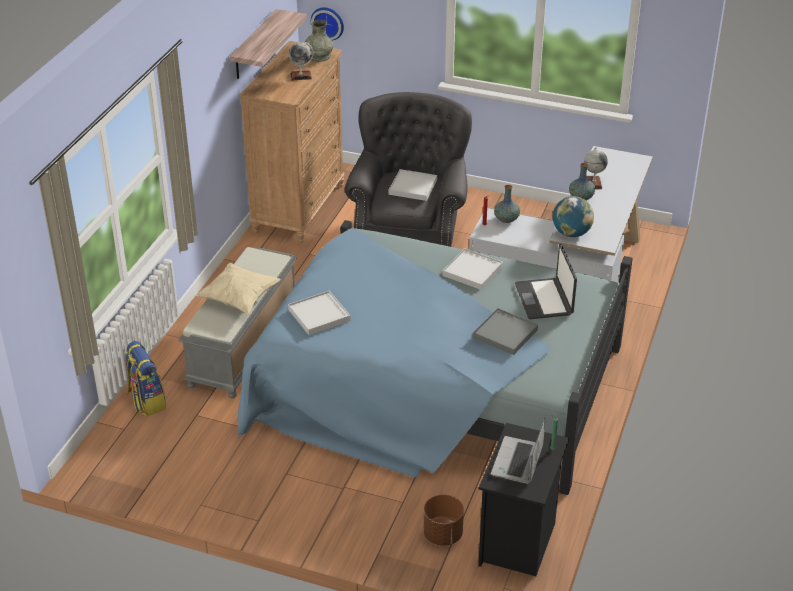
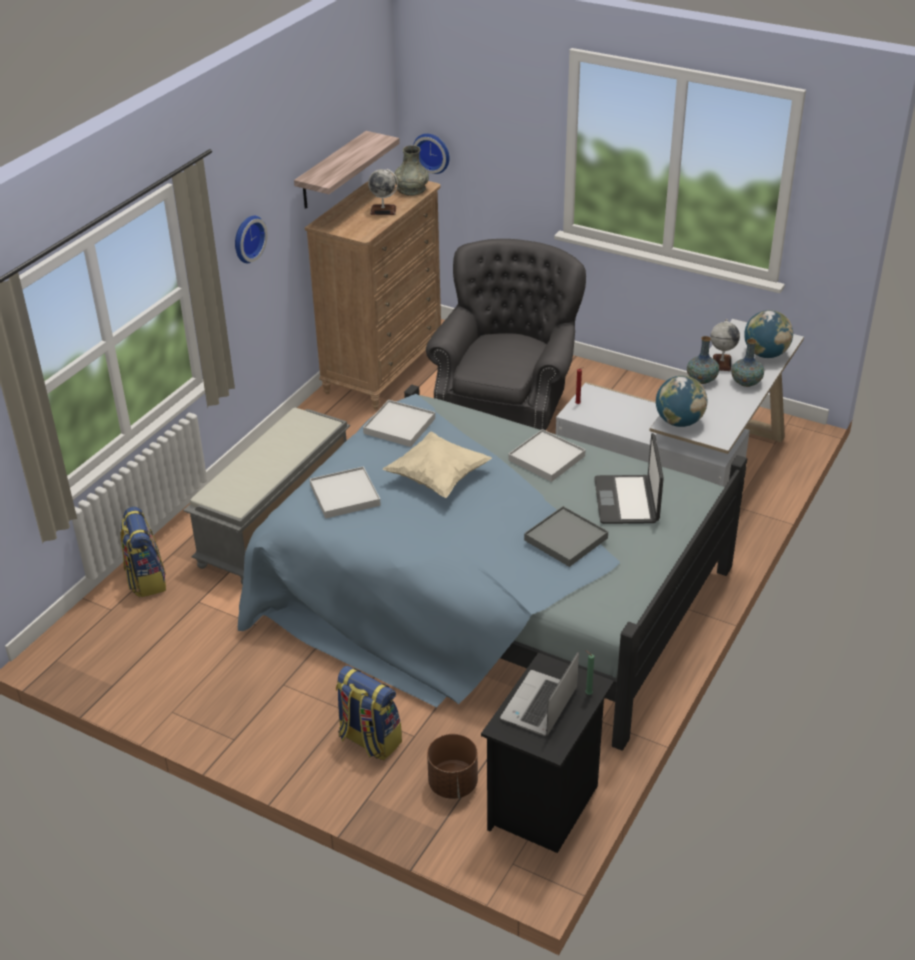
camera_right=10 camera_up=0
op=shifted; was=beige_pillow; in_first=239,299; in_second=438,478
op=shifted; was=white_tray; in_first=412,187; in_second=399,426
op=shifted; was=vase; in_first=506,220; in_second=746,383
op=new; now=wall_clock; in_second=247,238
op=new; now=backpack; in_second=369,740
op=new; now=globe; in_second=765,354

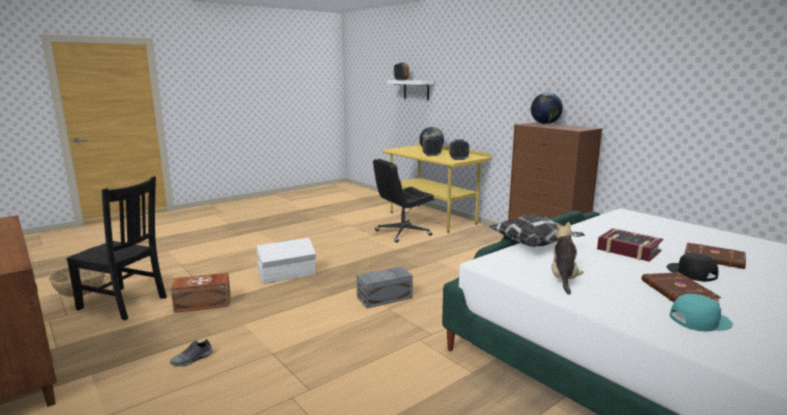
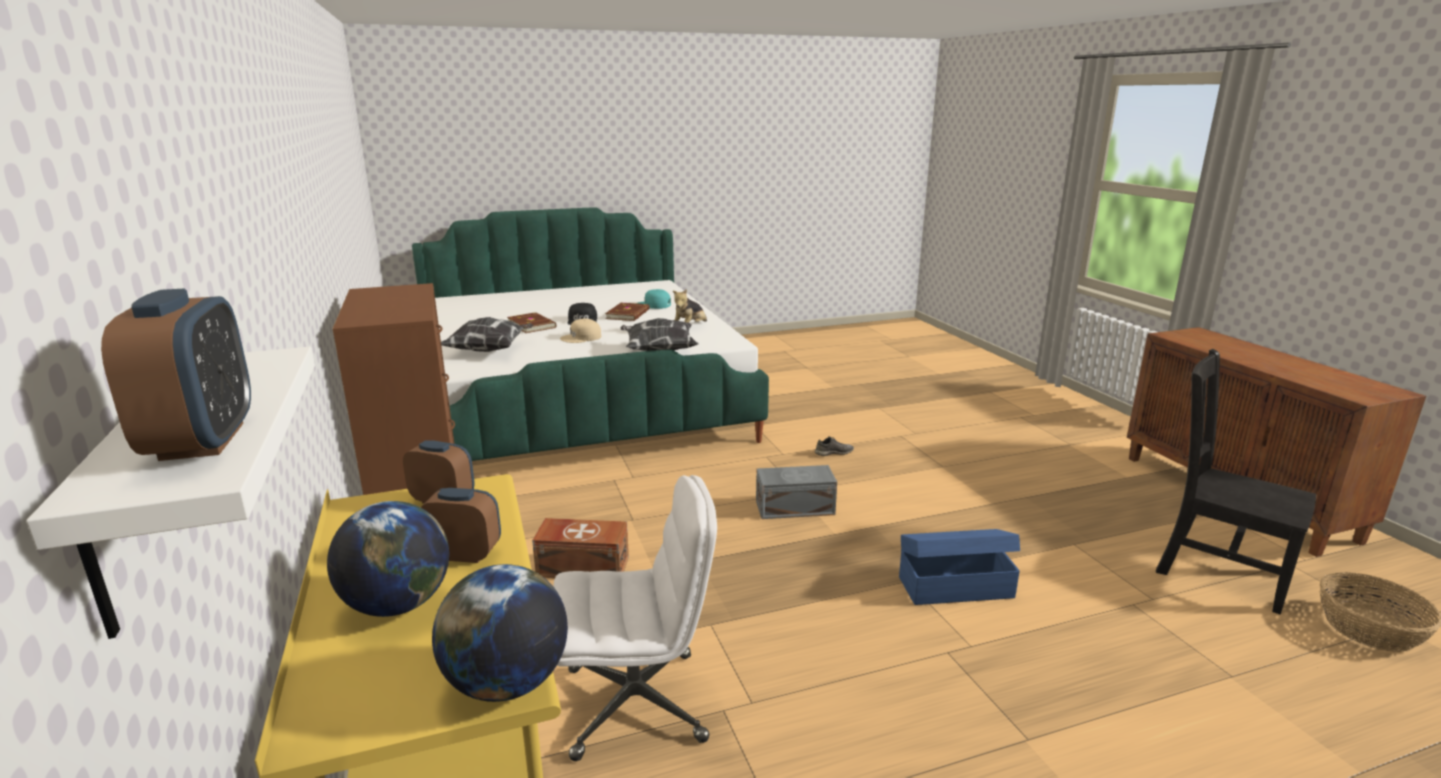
camera_right=-160 camera_up=5
op=shifted; was=grey_shoe; in_first=192,360; in_second=833,453
op=shifted; was=brown_storage_box; in_first=204,304; in_second=582,566
op=repainted; was=white_storage_box; now=blue_storage_box; in_first=287,275; in_second=954,586
op=repainted; was=black_office_chair; now=white_office_chair; in_first=402,233; in_second=637,703
op=shifted; was=globe; in_first=545,124; in_second=507,683
op=swapped; was=book; now=beige_cap; in_first=628,250; in_second=581,338
op=new; now=pillow; in_second=490,350

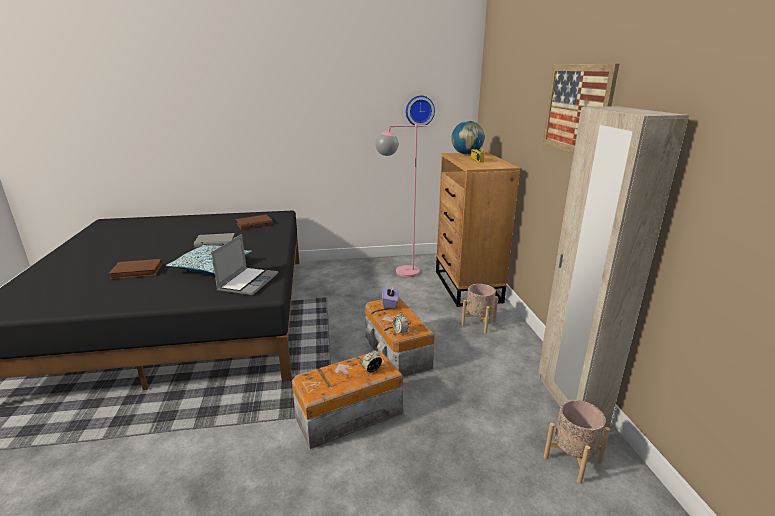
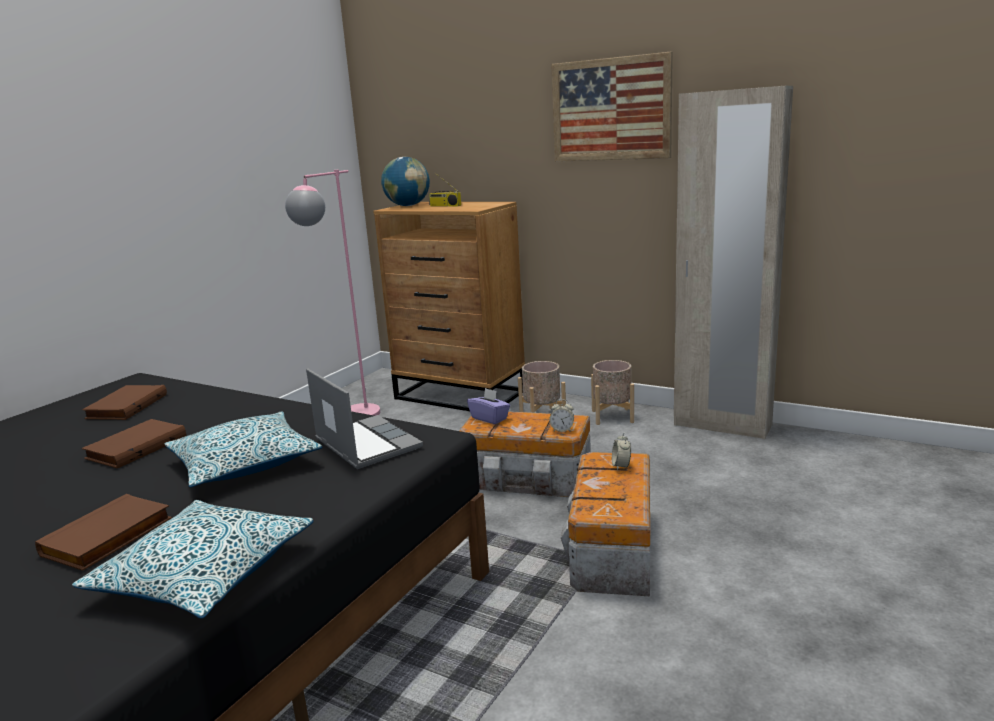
camera_right=-50 camera_up=-5
op=repainted; was=grey_book; now=brown_book; in_first=215,242; in_second=136,447
op=gone; was=wall_clock; in_first=419,111
op=shifted; was=beige_planter; in_first=572,459; in_second=612,416
op=new; now=pillow; in_second=204,574

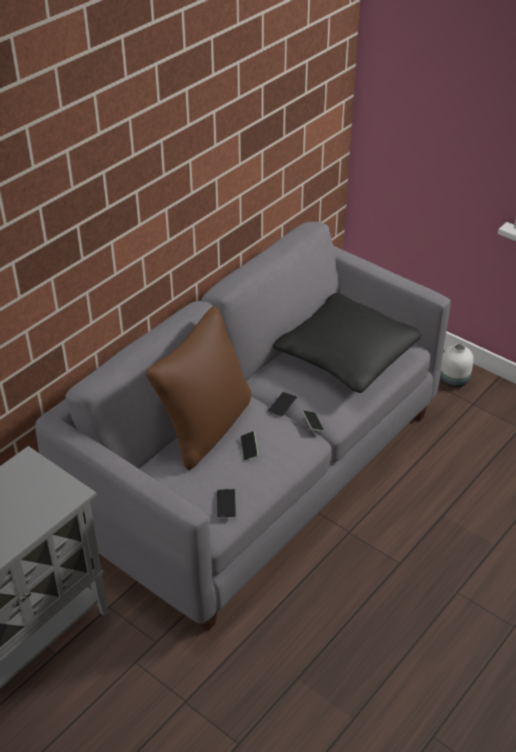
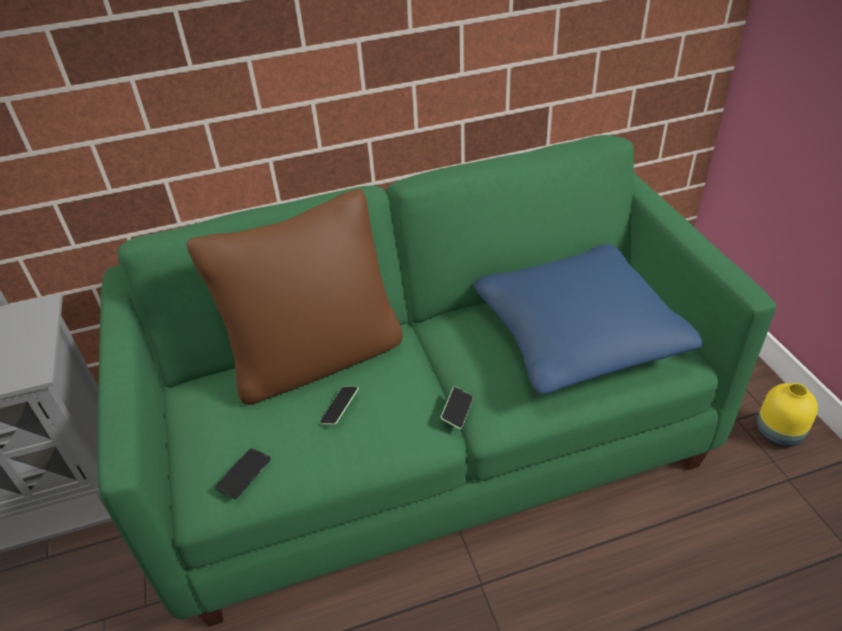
camera_right=35 camera_up=0
op=repainted; was=grey_sofa; now=green_sofa; in_first=258,471; in_second=430,442
op=gone; was=phone; in_first=282,404
op=repainted; was=black_pillow; now=blue_pillow; in_first=346,356; in_second=577,336
op=repainted; was=white_vase; now=yellow_vase; in_first=454,380; in_second=779,433

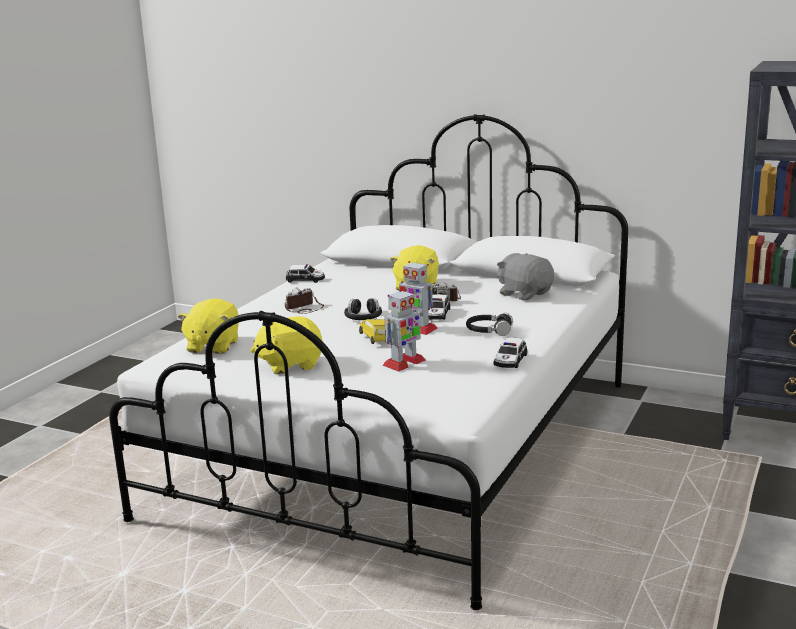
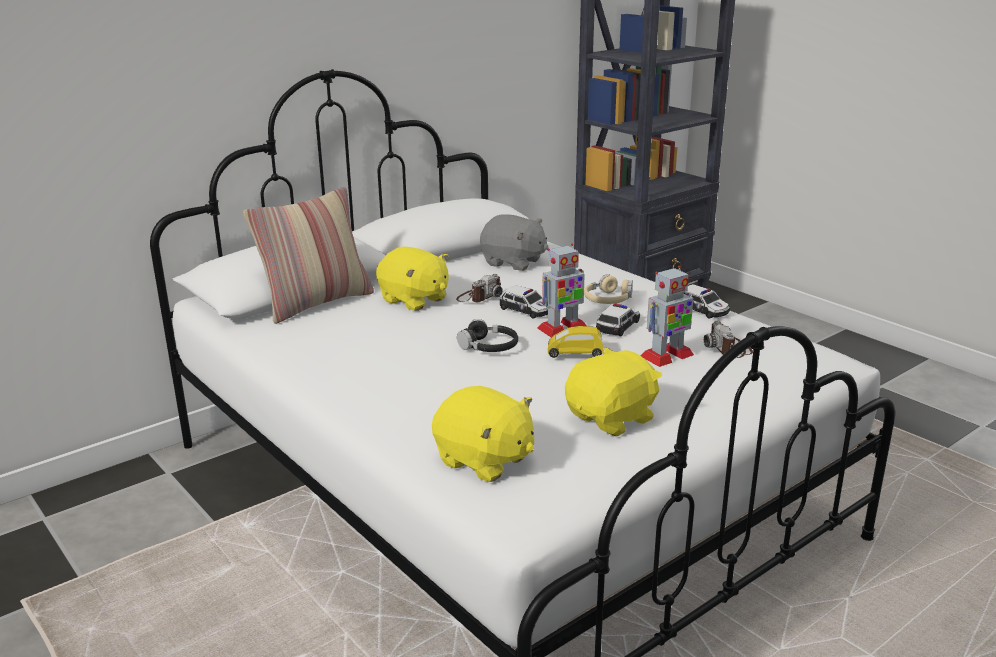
camera_right=-65 camera_up=5
op=rotated; was=yellow_plush_toy; in_first=290,364; in_second=612,418; clockwise=-135
op=shifted; was=photo_camera; in_first=304,308; in_second=729,348
op=shifted; was=toy_car; in_first=305,280; in_second=618,326
op=rotated; was=toy_robot; in_first=404,363; in_second=666,356; clockwise=75
op=repainted; was=black_headphones; now=beige_headphones; in_first=489,331; in_second=608,299
op=rotated; was=grey_plush_toy; in_first=524,294; in_second=513,262; clockwise=-135
op=new; now=pillow; in_second=316,303

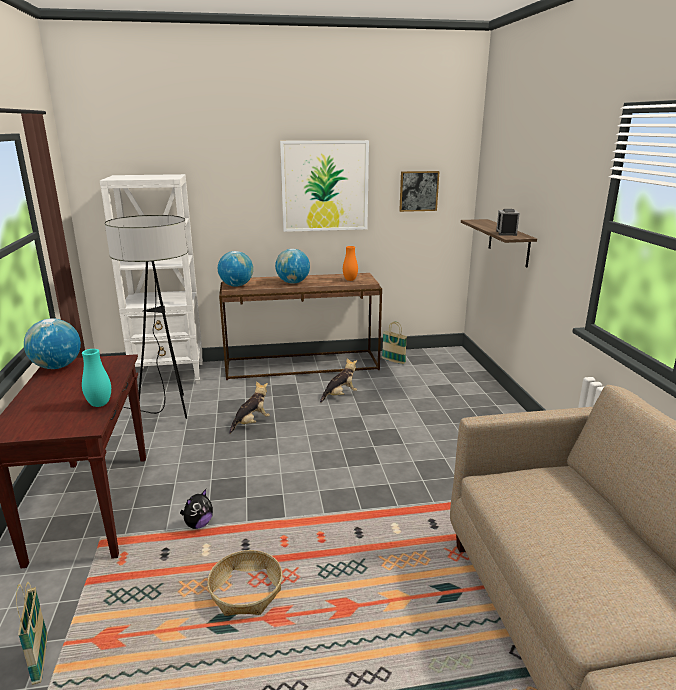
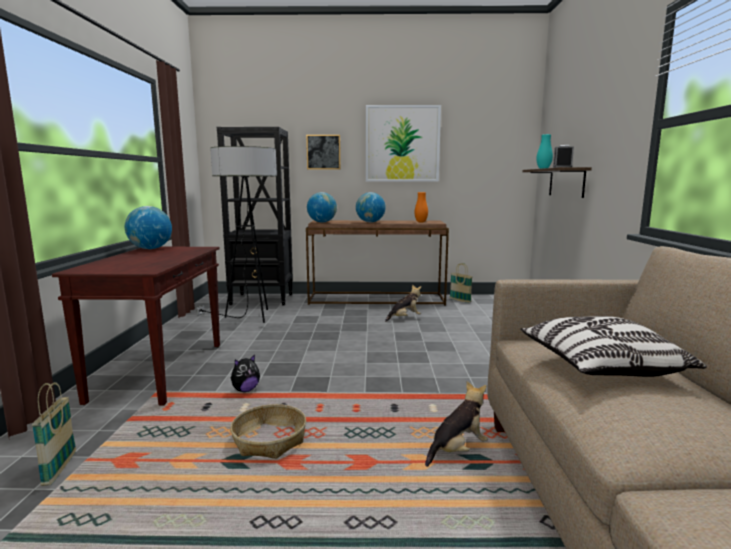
camera_right=10 camera_up=-10
op=shifted; was=turquoise_vase; in_first=99,404; in_second=543,168
op=repainted; was=white_bookcase; now=black_bookcase; in_first=170,375; in_second=262,299
op=shifted; was=plush_toy; in_first=251,423; in_second=457,450
op=shifted; was=picture; in_first=418,191; in_second=323,152
op=new; now=pillow; in_second=600,367

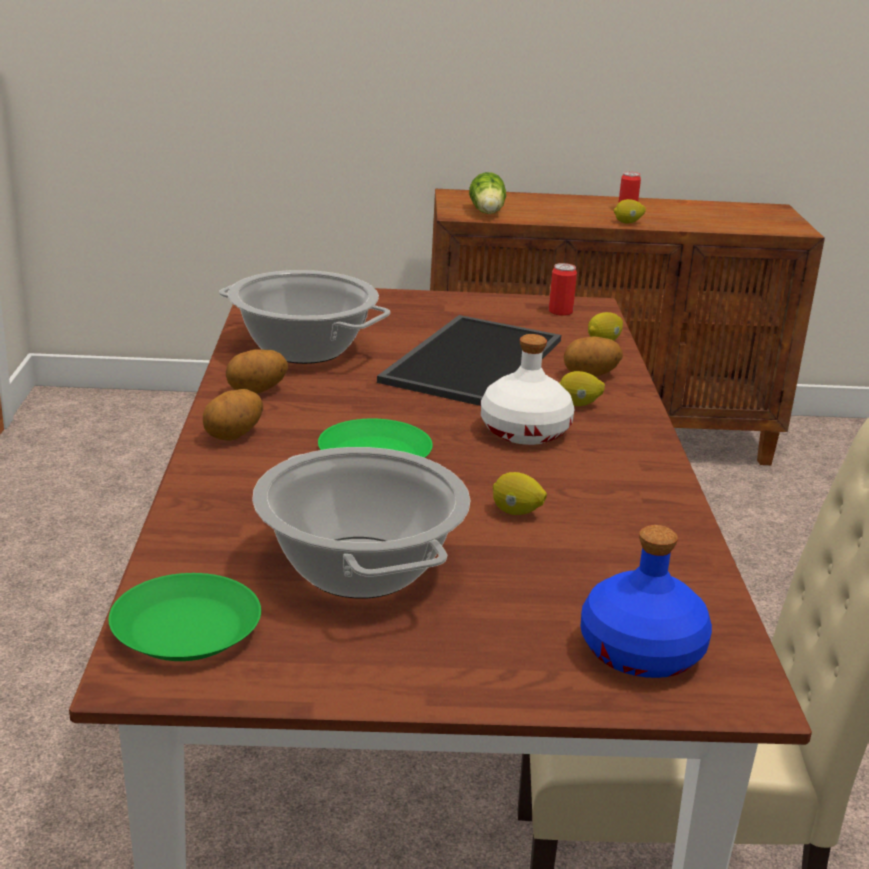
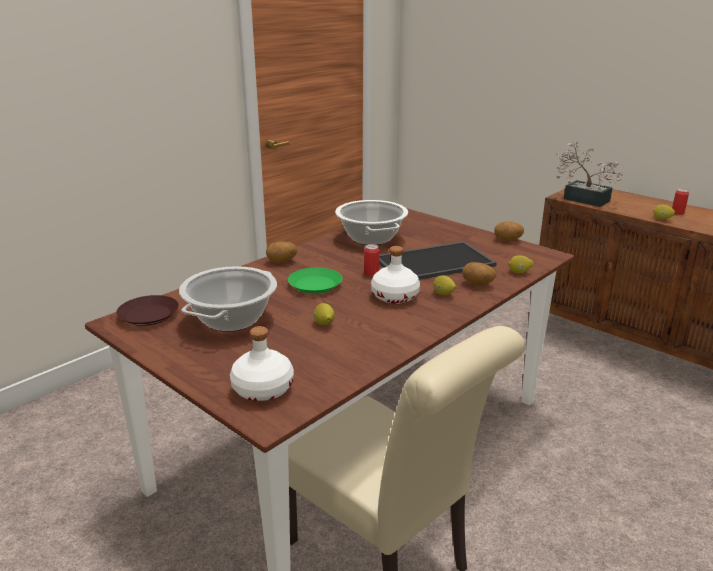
camera_right=45 camera_up=0
op=repainted; was=green_plate; now=brown_plate; in_first=185,630; in_second=148,315
op=shifted; was=potato; in_first=257,391; in_second=507,240
op=swapped; was=lettuce; now=potted_plant; in_first=487,213; in_second=582,198
op=shifted; was=can; in_first=560,311; in_second=371,273
op=repainted; was=blue_bottle; now=white_bottle; in_first=640,652; in_second=262,388

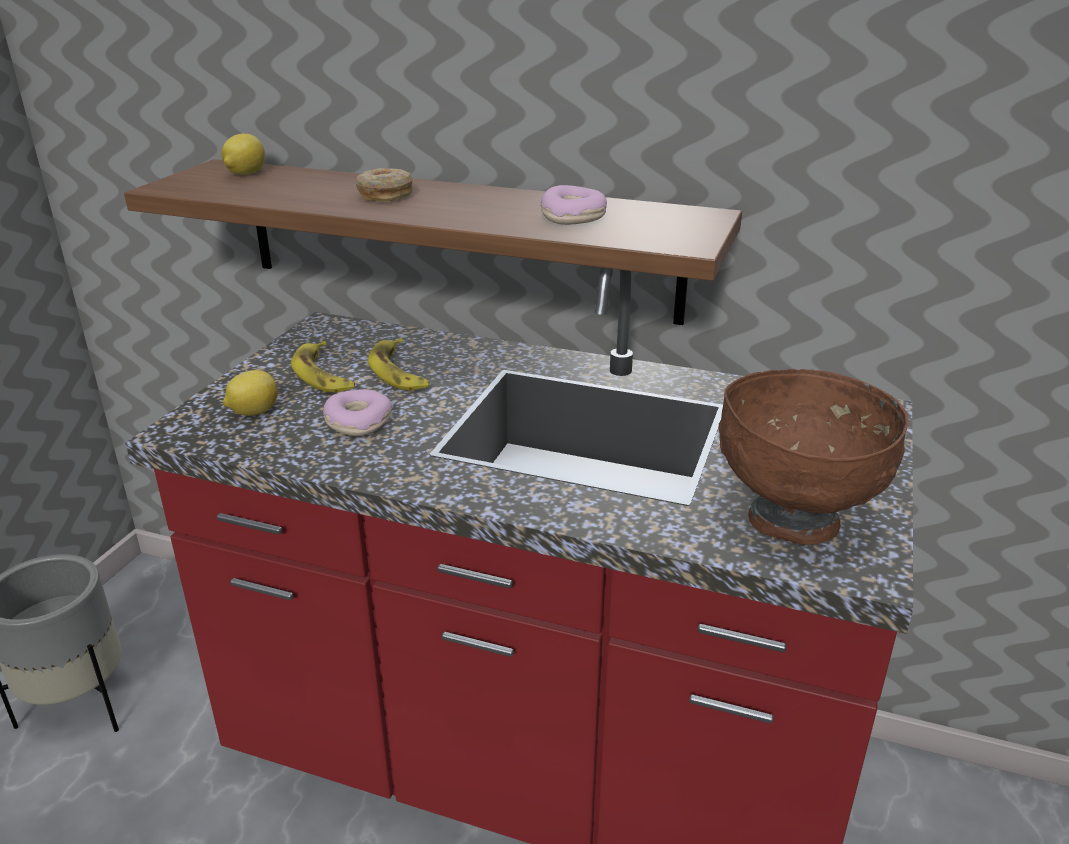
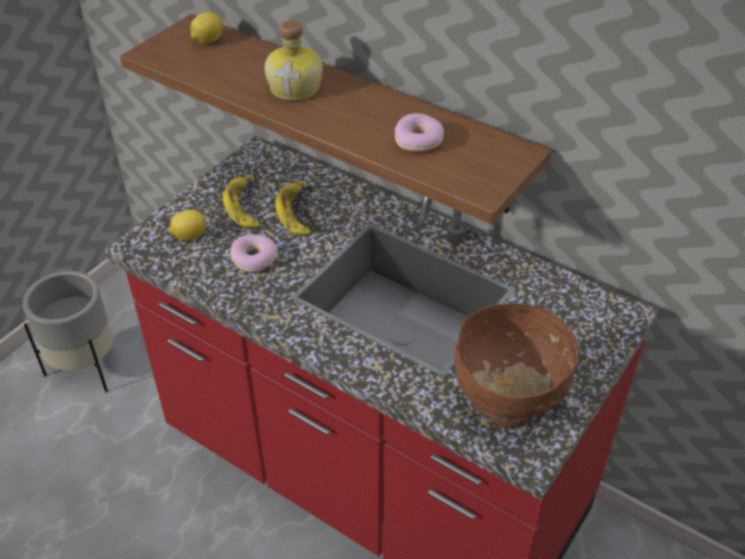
camera_right=15 camera_up=15
op=swapped; was=donut; now=bottle; in_first=385,195; in_second=296,87

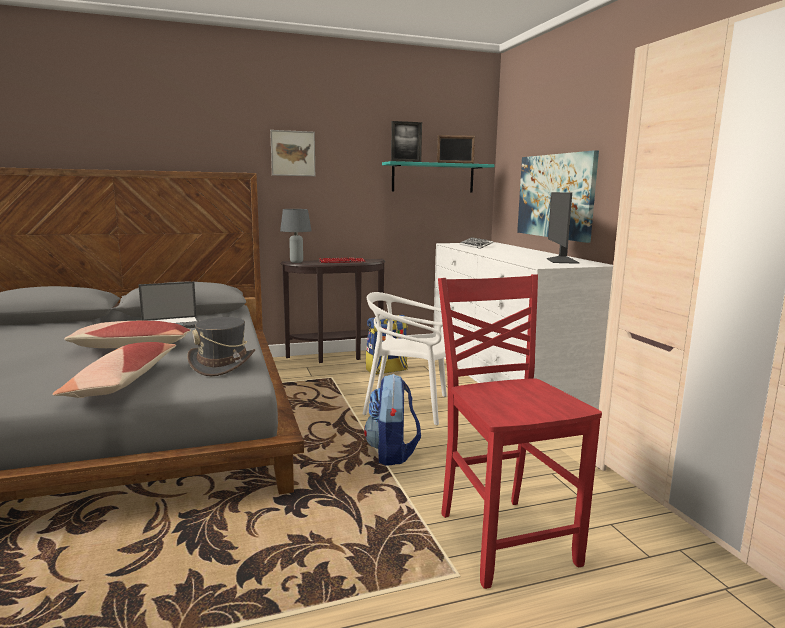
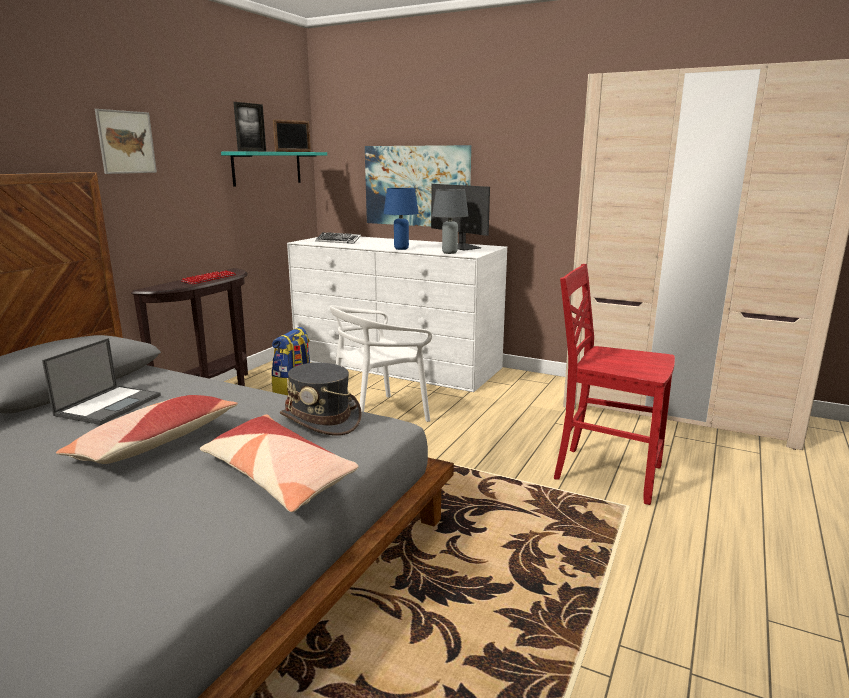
camera_right=-45 camera_up=5
op=shifted; was=grey_table_lamp; in_first=296,262; in_second=449,253
op=gone; was=backpack; in_first=392,453
op=new; now=blue_table_lamp; in_second=401,249

